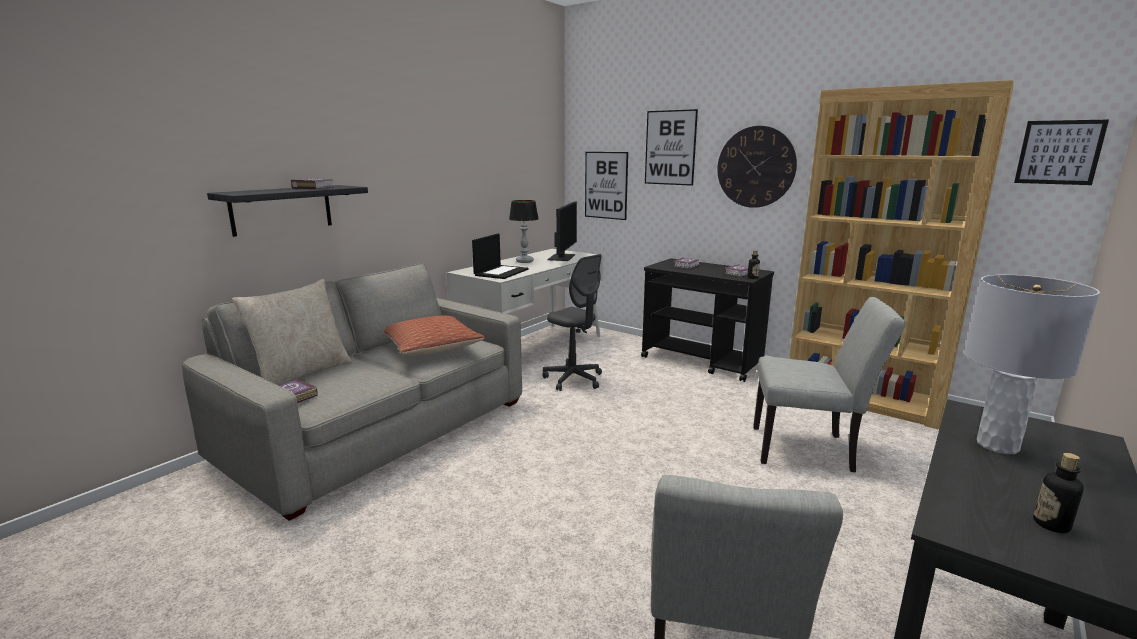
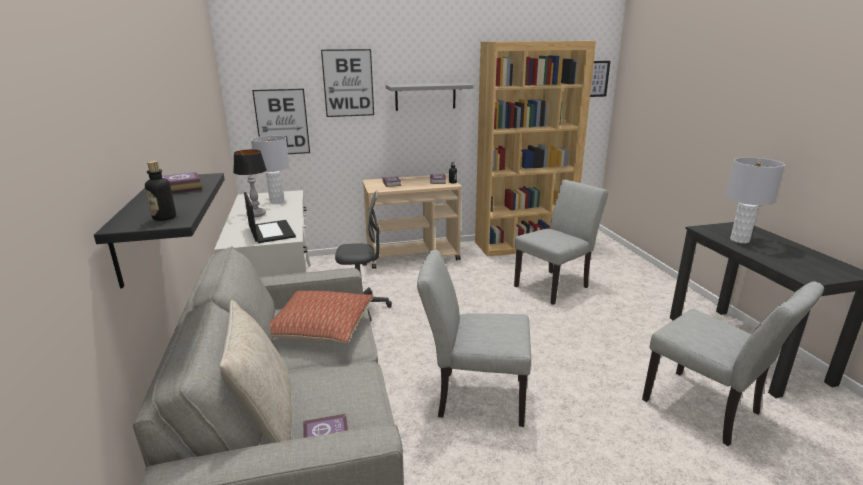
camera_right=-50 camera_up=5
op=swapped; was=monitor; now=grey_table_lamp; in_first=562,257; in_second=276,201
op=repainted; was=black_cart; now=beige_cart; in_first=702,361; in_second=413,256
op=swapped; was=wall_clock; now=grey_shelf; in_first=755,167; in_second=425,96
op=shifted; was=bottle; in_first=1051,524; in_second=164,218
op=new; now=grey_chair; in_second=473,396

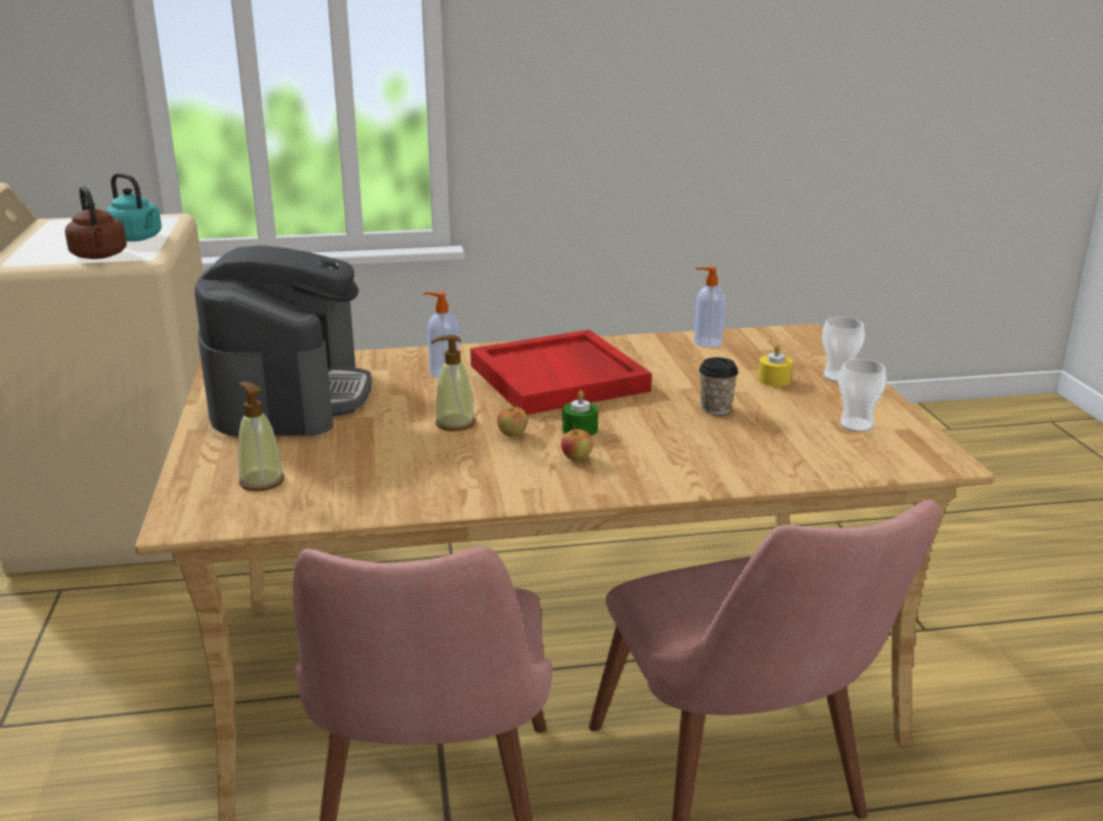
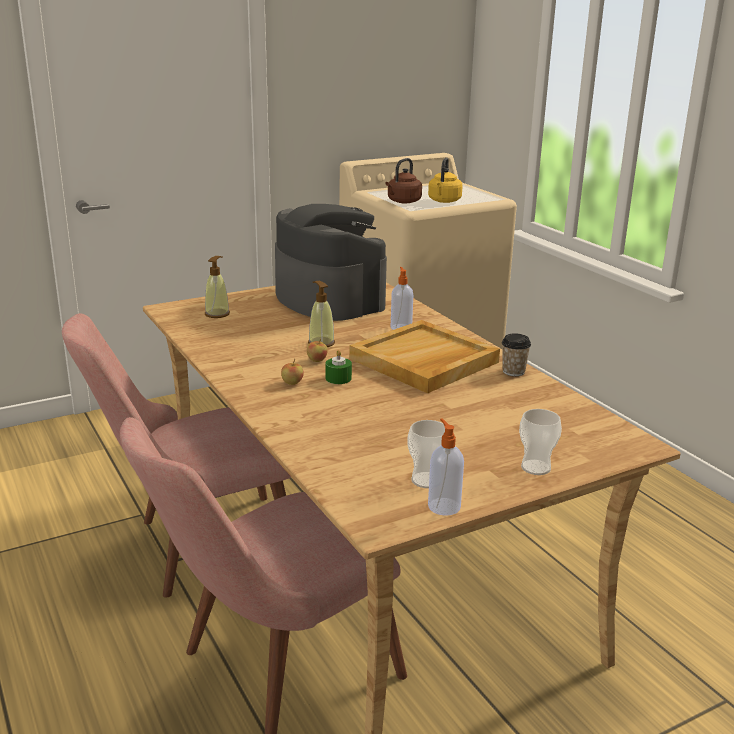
camera_right=70 camera_up=0
op=repainted; was=turquoise_kettle; now=yellow_kettle; in_first=137,239; in_second=444,201
op=rotated; was=coffee_machine; in_first=289,397; in_second=328,299; clockwise=-105
op=repainted; was=red_tray; now=beige_tray; in_first=560,378; in_second=424,361
op=shifted; was=soap_dispenser; in_first=706,342; in_second=443,506
op=shifted; was=cup; in_first=715,408; in_second=513,371
op=gone; was=yellow_candle; in_first=774,380

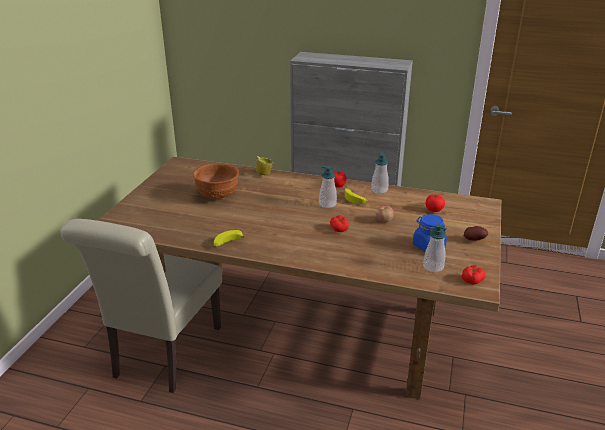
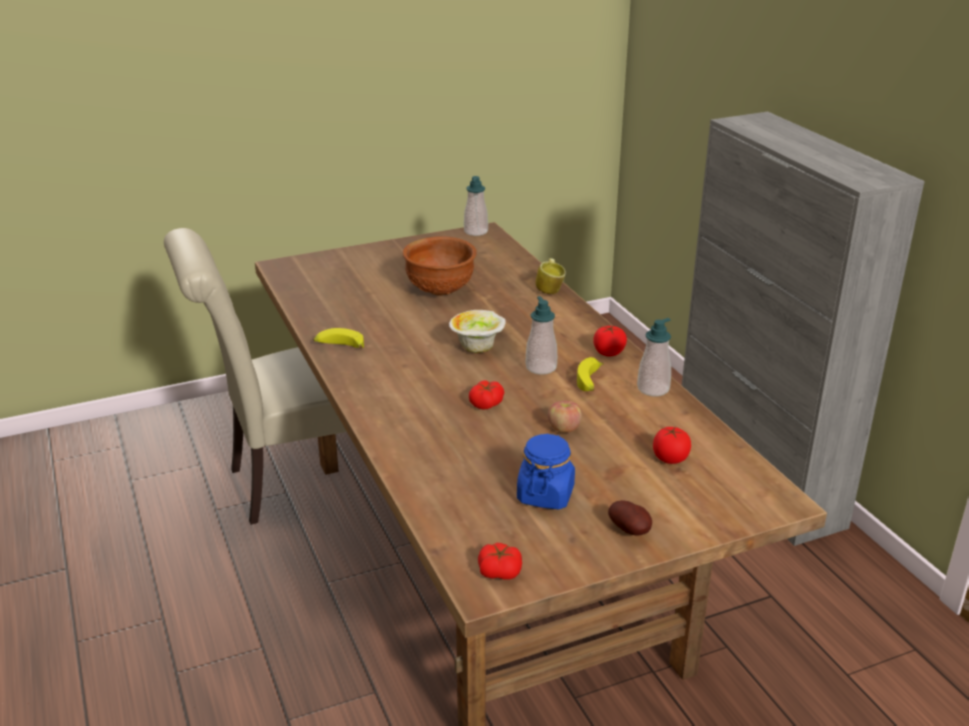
camera_right=50 camera_up=0
op=shifted; was=soap_dispenser; in_first=433,267; in_second=476,231
op=new; now=bowl; in_second=477,349

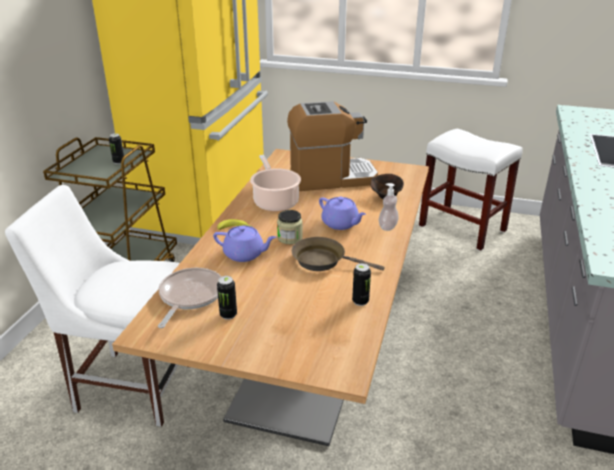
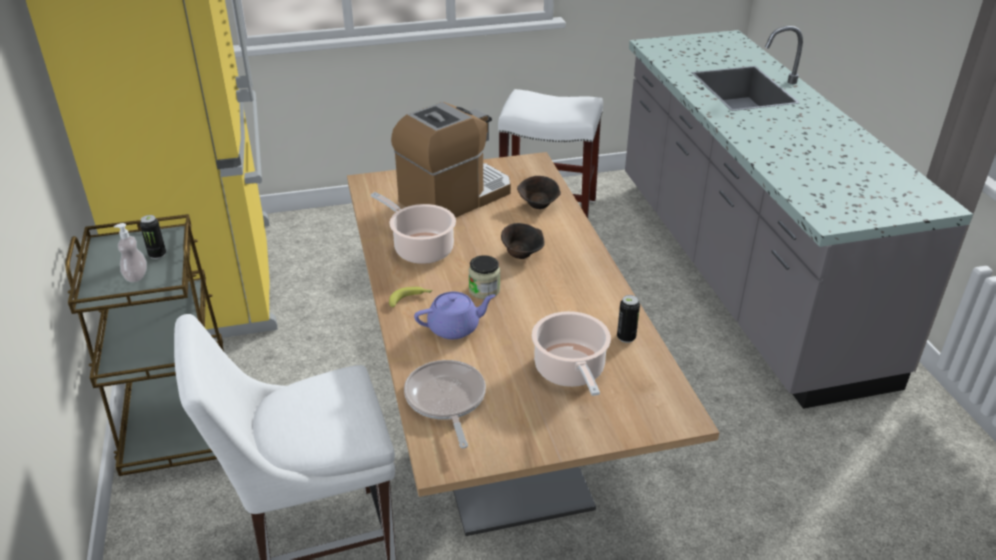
camera_right=-30 camera_up=5
op=gone; was=can; in_first=228,315
op=gone; was=brown_frying_pan; in_first=323,261
op=swapped; was=purple_teapot; now=brown_bowl; in_first=341,224; in_second=522,254
op=shifted; was=soap_dispenser; in_first=387,227; in_second=136,276
op=new; now=cooking_pot; in_second=570,371

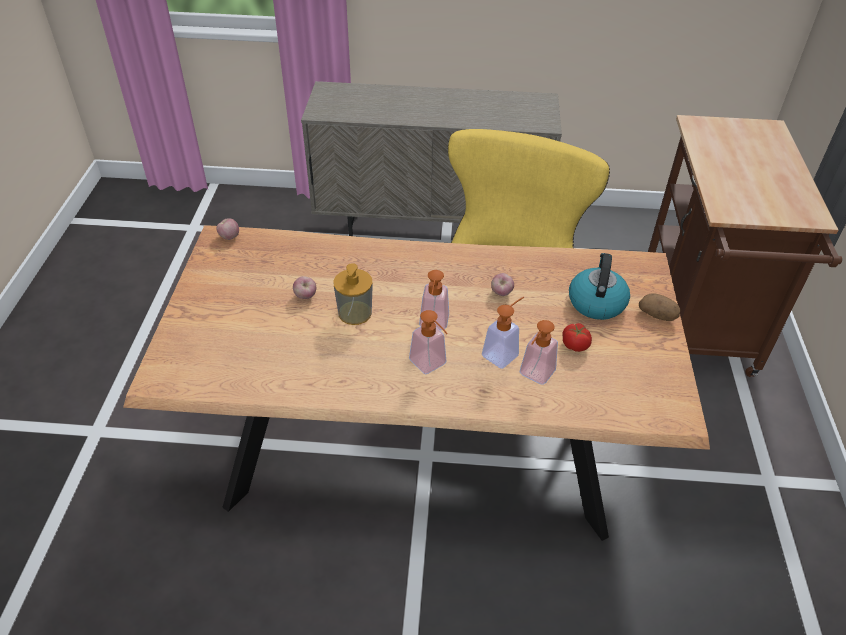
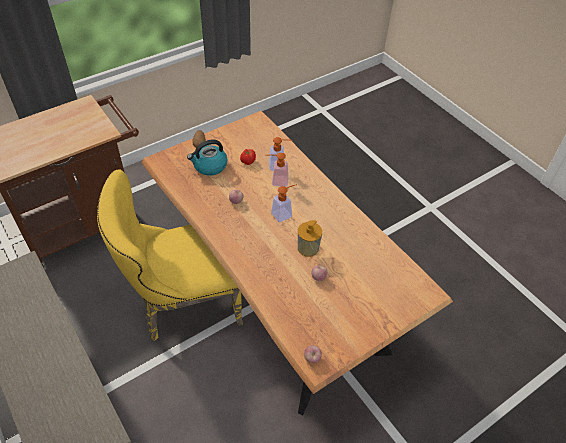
camera_right=-130 camera_up=5
op=gone; was=soap_dispenser; in_first=431,365

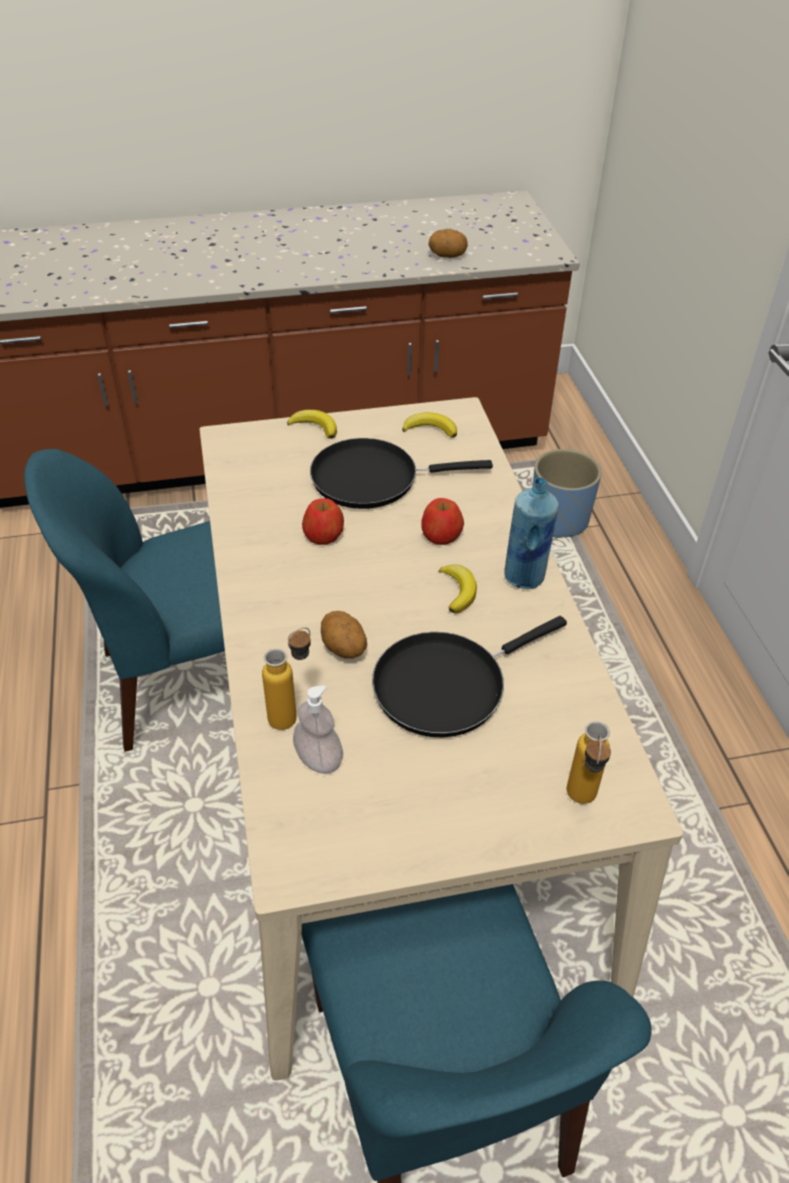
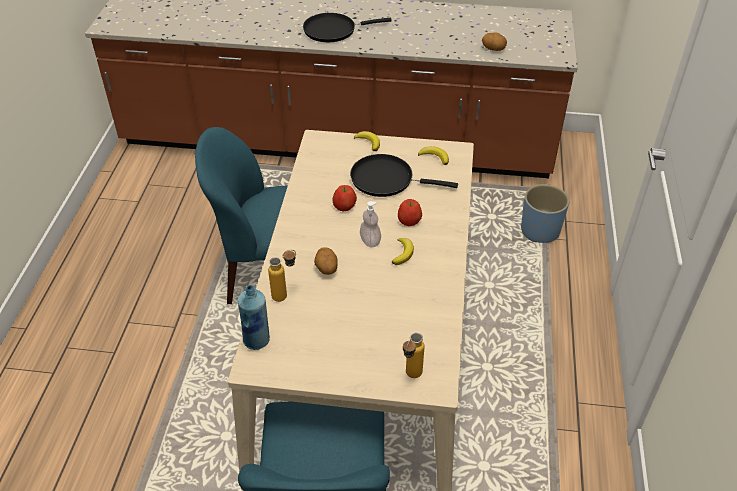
camera_right=20 camera_up=0
op=shifted; was=soap_dispenser; in_first=318,759; in_second=370,241
op=shifted; was=black_frying_pan; in_first=446,685; in_second=333,30
op=shifted; was=blue_bottle; in_first=524,577; in_second=257,340

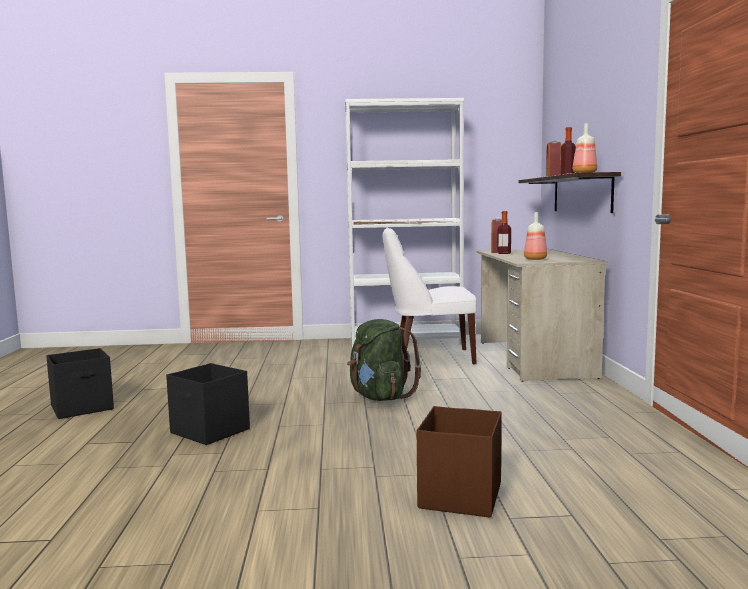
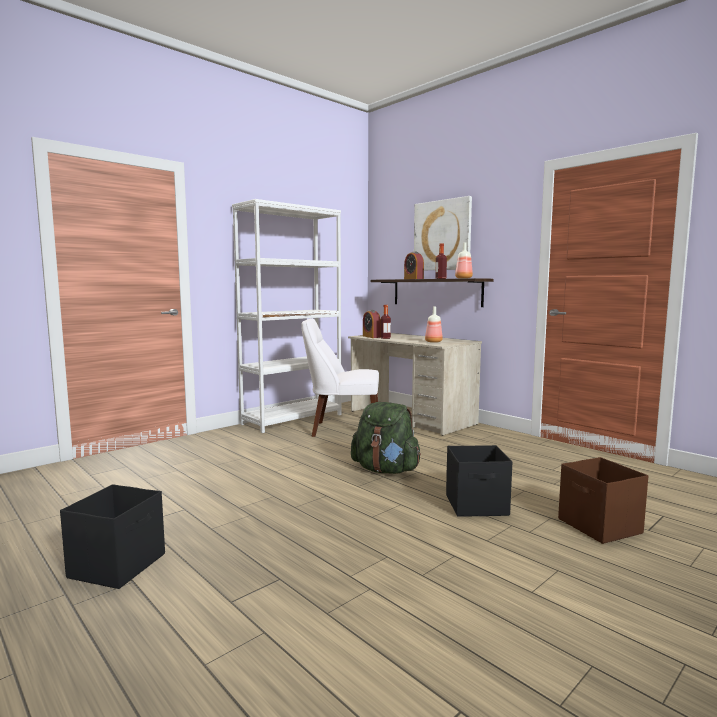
camera_right=-40 camera_up=0
op=shifted; was=black_storage_box; in_first=210,431; in_second=477,505
op=rotated; was=white_chair; in_first=429,357; in_second=342,429; clockwise=45
op=new; now=picture; in_second=442,235

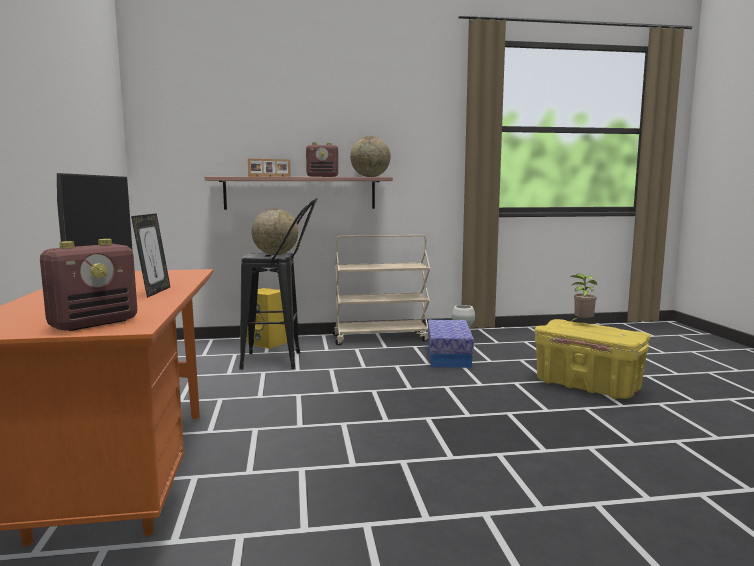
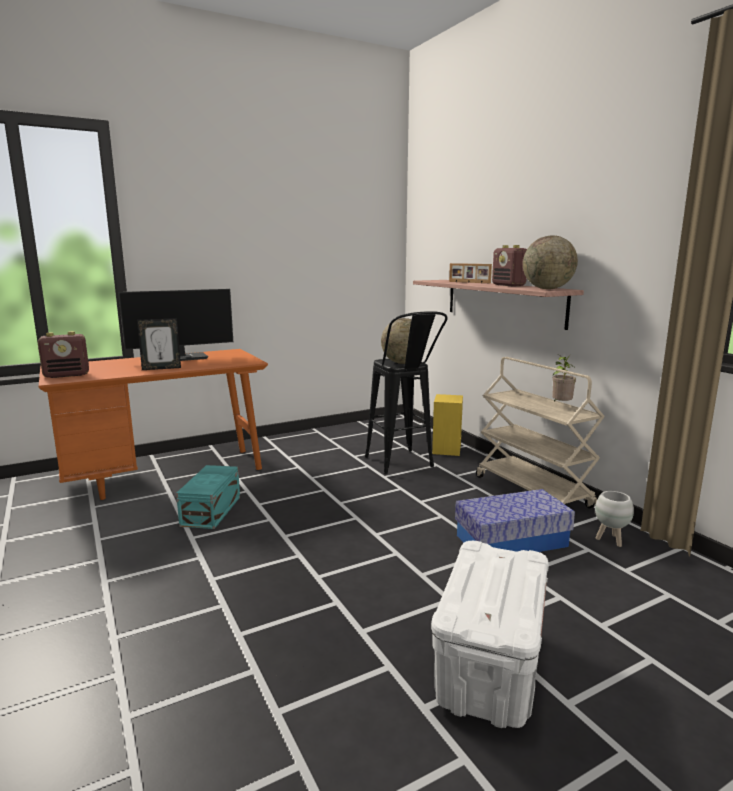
camera_right=70 camera_up=5
op=rotated; was=radio; in_first=94,323; in_second=67,375; clockwise=-45
op=repainted; was=yellow_storage_box; now=white_storage_box; in_first=588,386; in_second=490,669
op=shifted; was=potted_plant; in_first=581,323; in_second=561,405
op=new; now=turquoise_storage_box; in_second=212,510

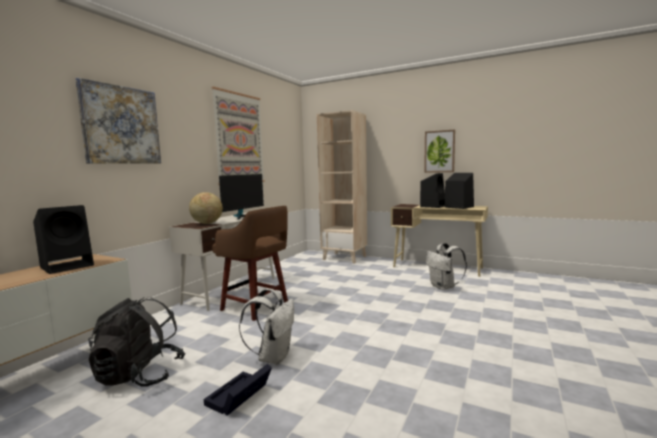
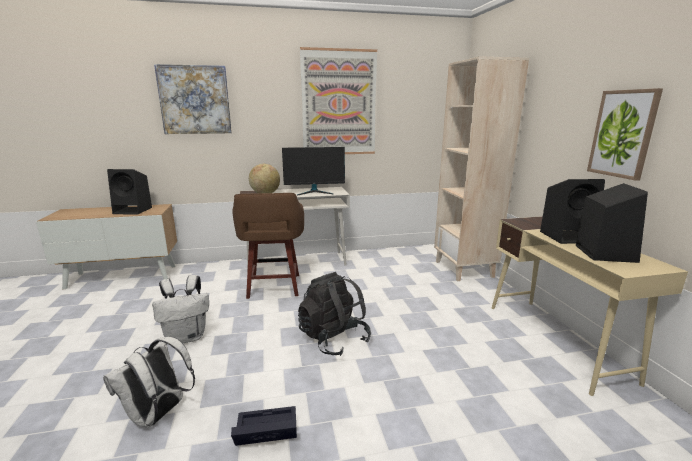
camera_right=50 camera_up=10
op=shifted; was=black_backpack; in_first=140,375; in_second=333,339
op=shifted; was=black_storage_box; in_first=238,397; in_second=264,433
op=shifted; was=white_backpack; in_first=444,287; in_second=158,415

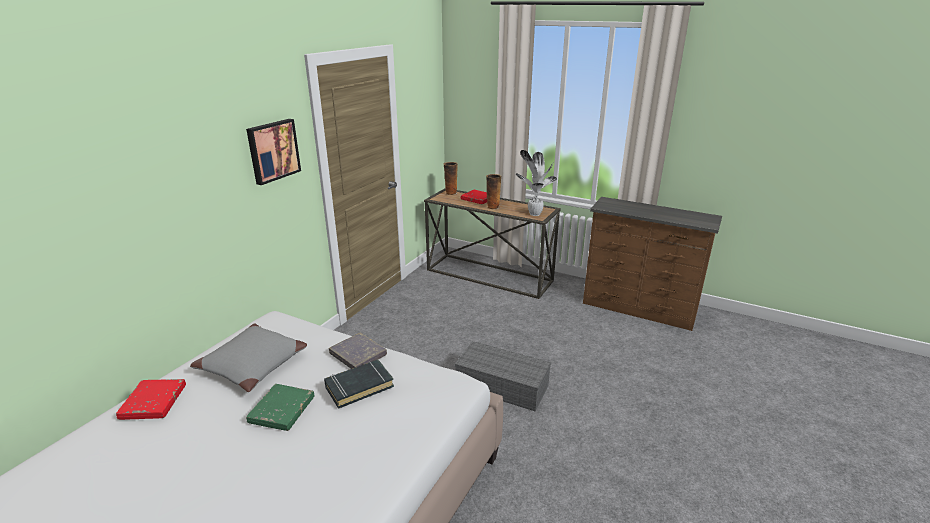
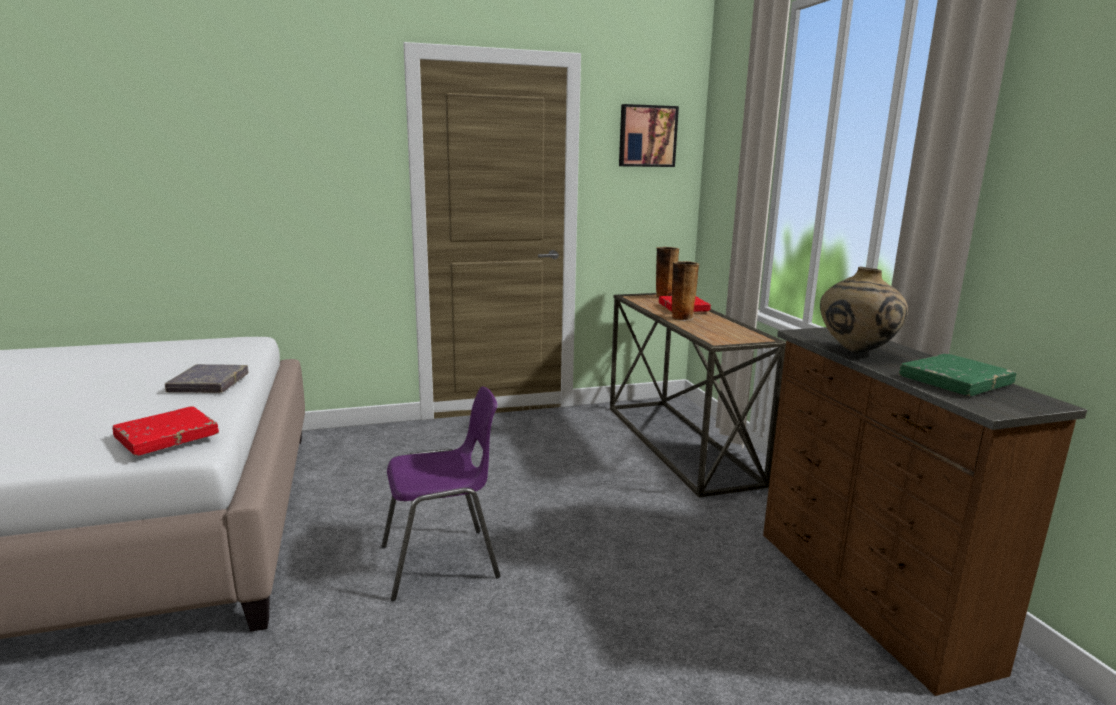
camera_right=45 camera_up=-10
op=shifted; was=red_book; in_first=153,402; in_second=167,436
op=gone; was=grey_pillow; in_first=254,365
op=shifted; was=picture; in_first=273,150; in_second=647,136
op=shifted; was=green_book; in_first=282,410; in_second=954,381
op=gone; was=black_book; in_first=359,386
op=swapped; was=grey_storage_box; now=purple_chair; in_first=503,385; in_second=443,562
op=gone; was=potted_plant; in_first=533,214
op=new; now=beige_vase; in_second=855,352

